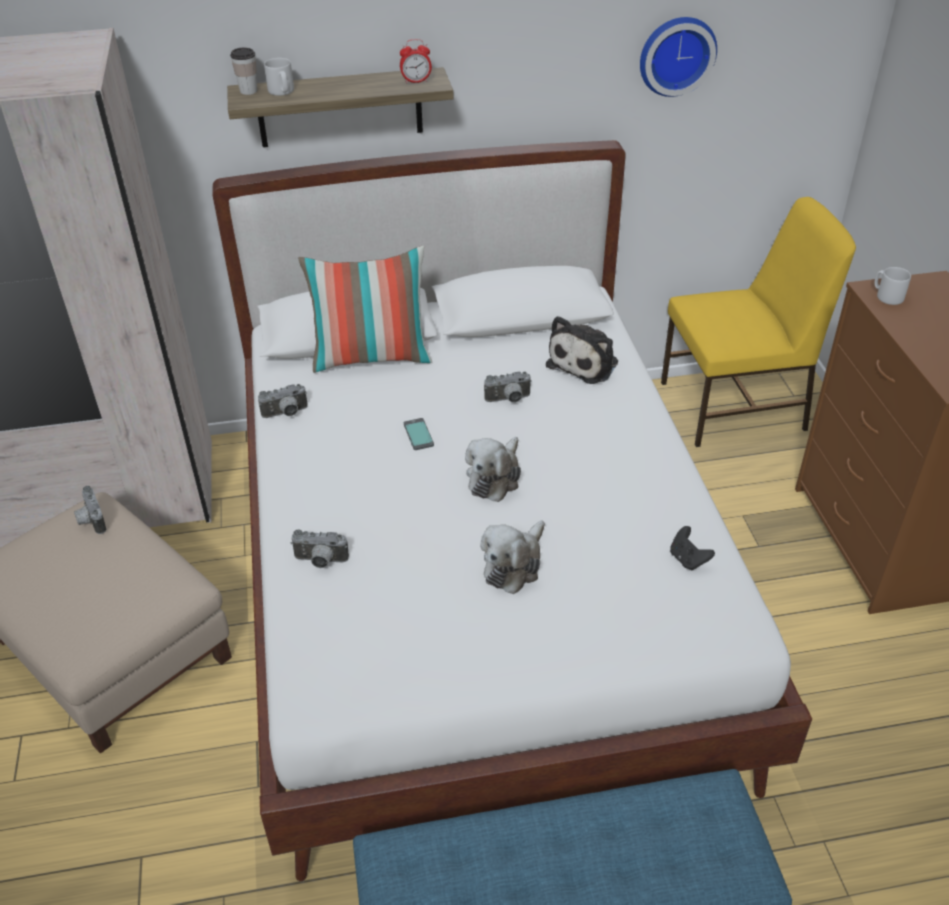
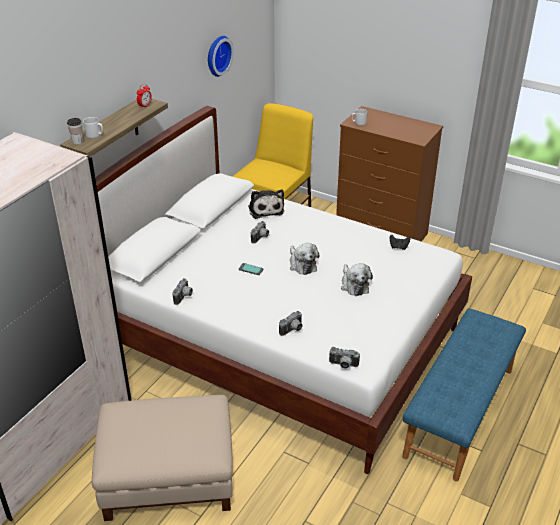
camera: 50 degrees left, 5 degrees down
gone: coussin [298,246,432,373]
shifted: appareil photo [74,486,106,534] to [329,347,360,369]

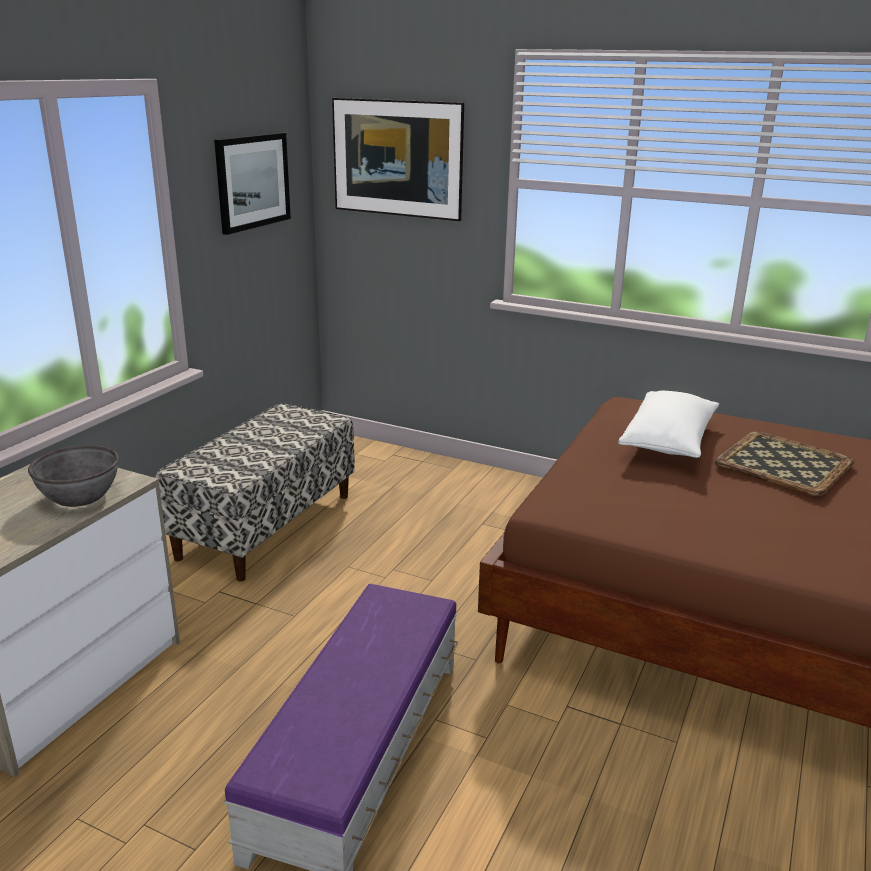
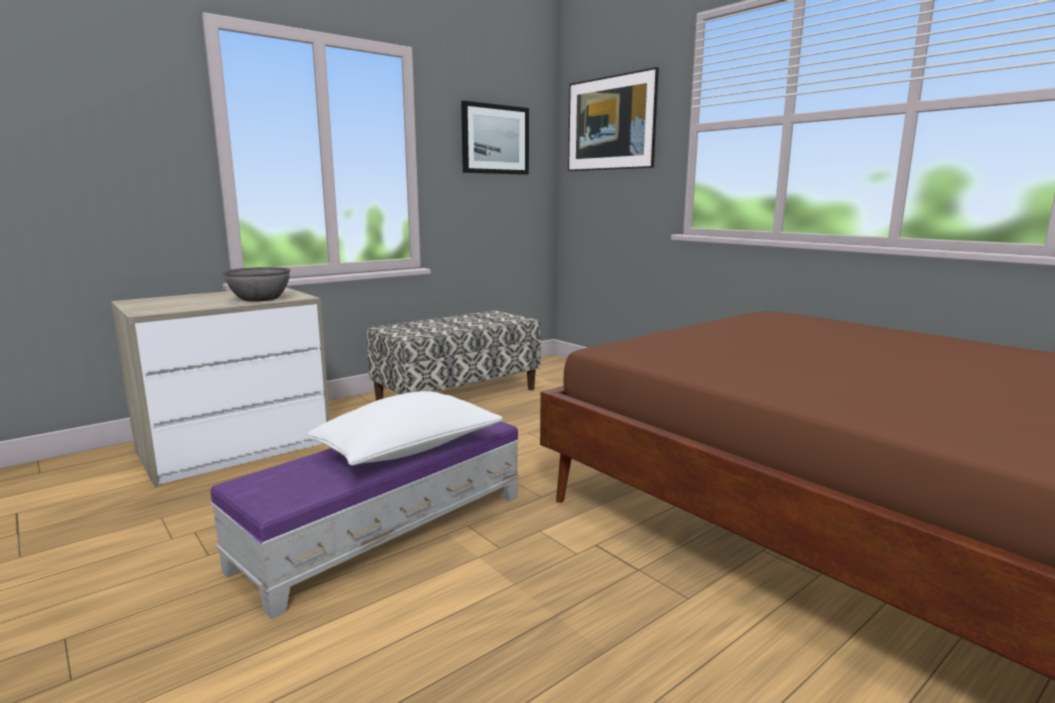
camera: 25 degrees right, 10 degrees down
gone: plateau [715,431,854,496]
shifted: coussin (blanc) [618,391,719,458] to [307,391,503,466]

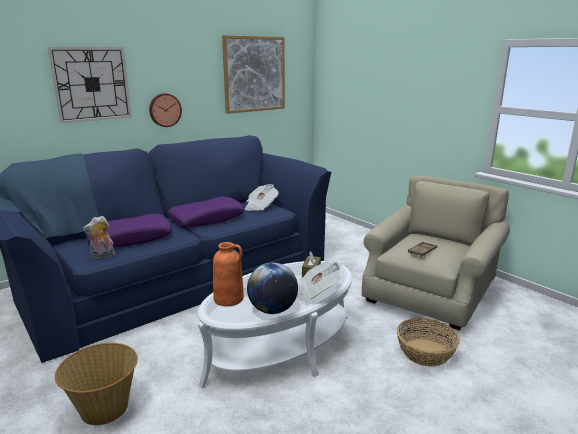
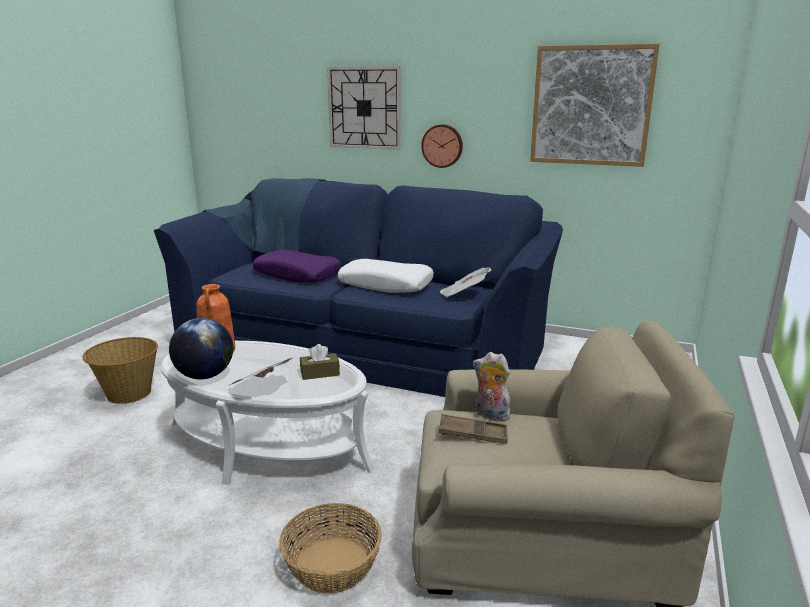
camera: 60 degrees right, 0 degrees up
shifted: peluche [83,216,115,259] to [473,352,511,422]
repainted: coussin (violet) [168,197,244,227] to coussin (blanc) [338,259,434,293]

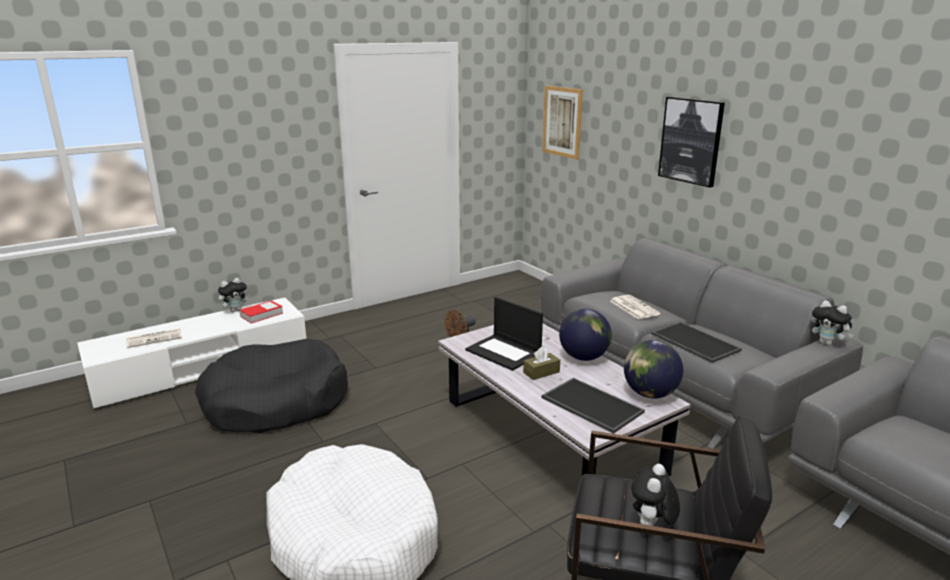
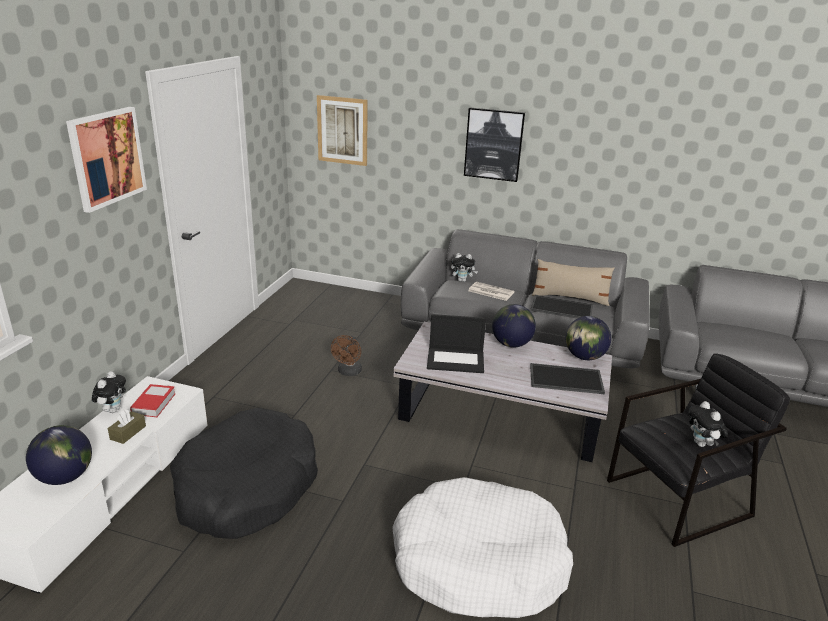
camera: 40 degrees left, 5 degrees up
new: tableau [66,107,147,213]; coussin (beige) [532,259,615,306]
shifted: boîte à mouchoirs (marron) [523,347,560,380] to [108,409,146,444]; peluche [811,300,854,345] to [451,253,478,282]
swapped: journal [126,328,182,348] to globe [26,425,92,485]

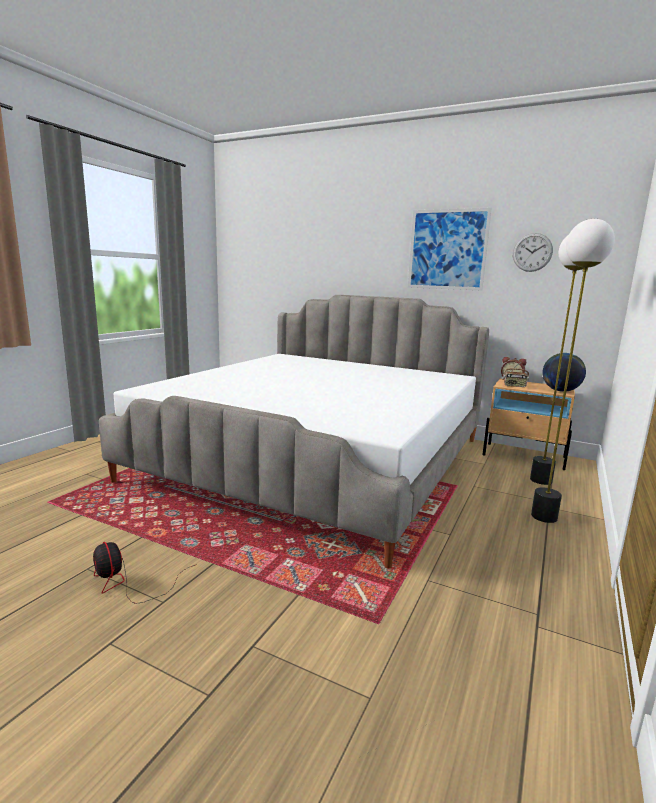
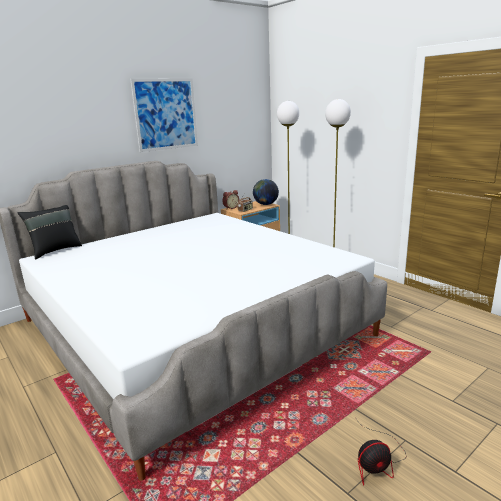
camera: 65 degrees left, 5 degrees up
gone: horloge murale [513,233,553,272]
new: coussin (noir) [17,205,82,259]

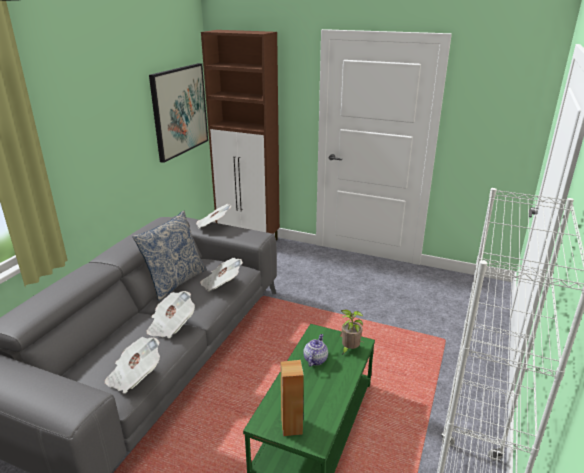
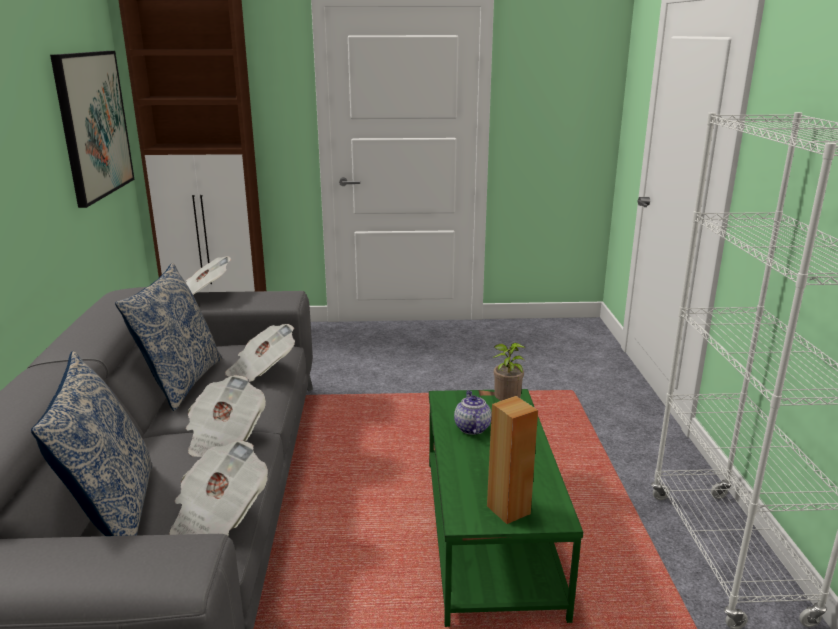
camera: 25 degrees left, 5 degrees down
new: coussin [31,351,152,536]

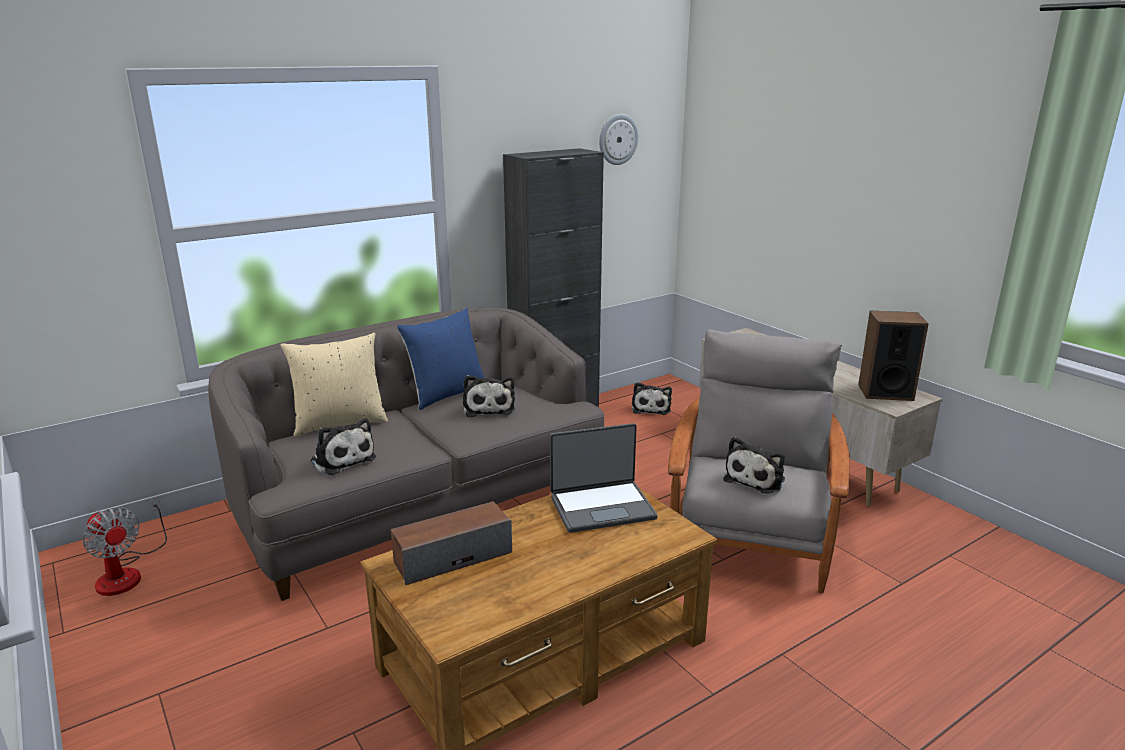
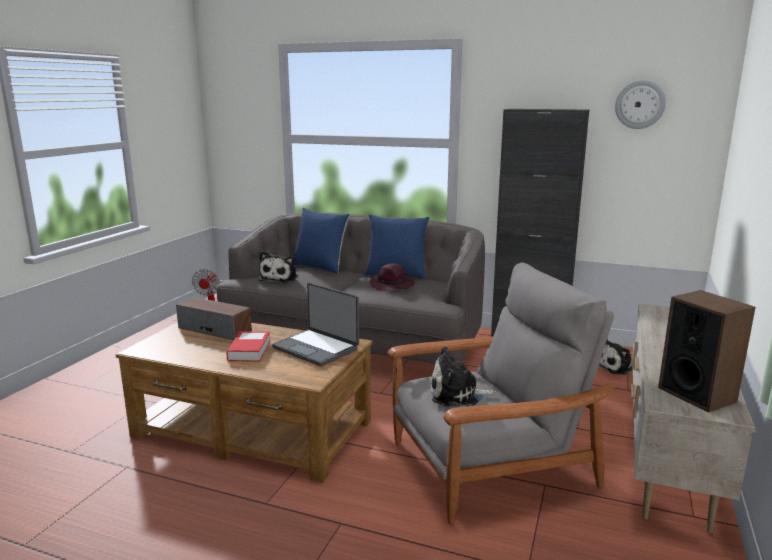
camera: 55 degrees right, 5 degrees down
new: livre [226,331,271,362]
swapped: peluche [463,375,515,417] to chapeau (violet) [370,263,415,291]
repainted: coussin (beige) [280,333,388,437] to coussin (bleu) [294,208,349,274]

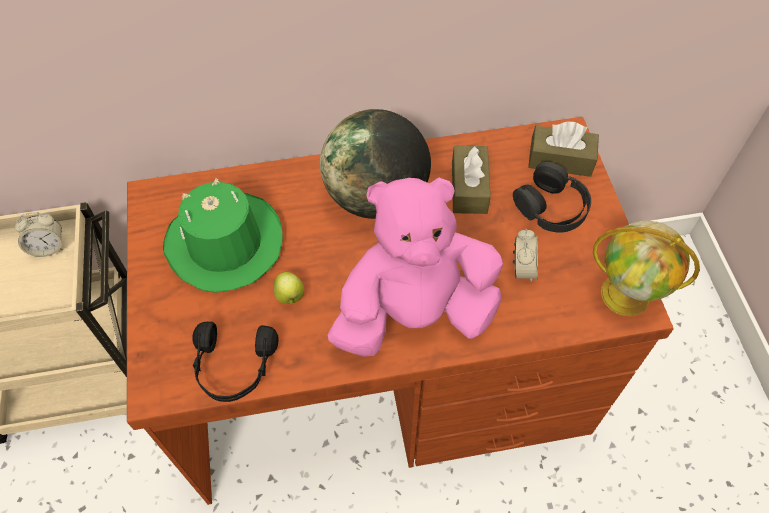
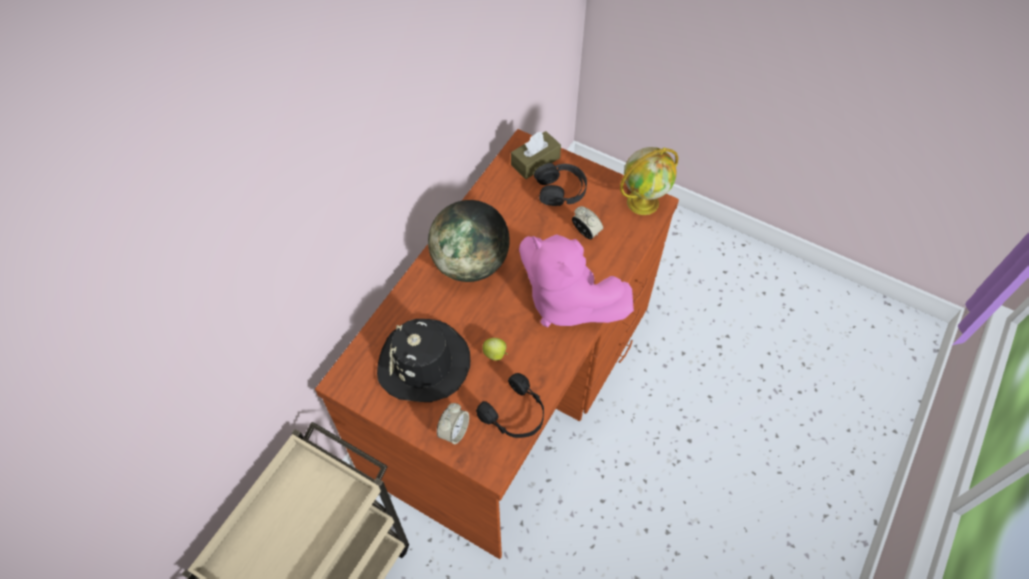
camera: 50 degrees left, 0 degrees up
gone: boîte à mouchoirs (marron) [452,146,491,214]
shifted: réveil [15,212,62,257] to [437,403,469,445]
repainted: chapeau (vert) [163,178,283,293] to chapeau (noir) [377,319,470,402]
rotated: peluche (rose) [328,177,503,357] = [519,234,634,327] 75 degrees counterclockwise

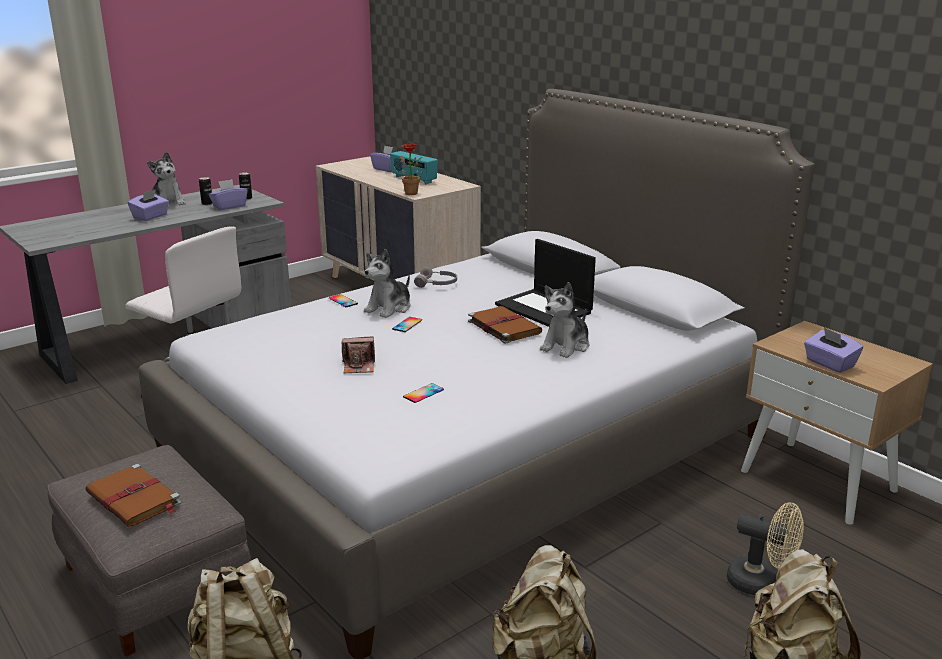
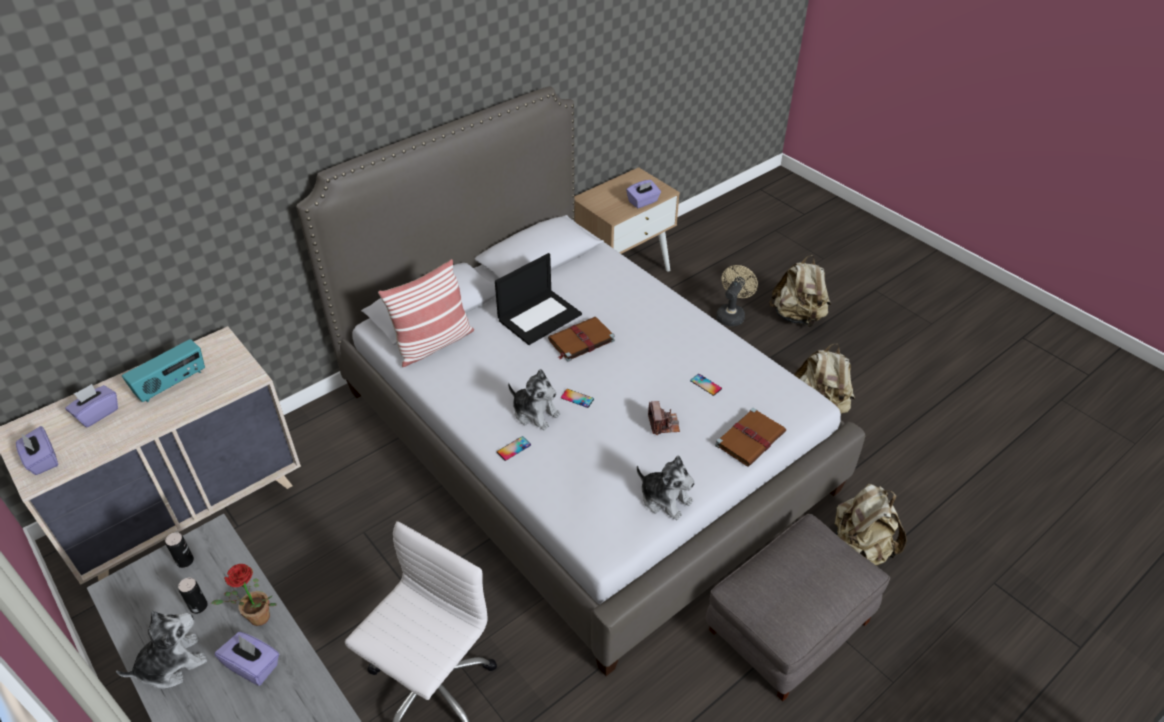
camera: 90 degrees left, 20 degrees up
gone: casque audio (gris) [414,267,457,288]
new: coussin [378,259,474,367]
shifted: livre (marron) [85,464,181,527] to [715,408,786,467]; boîte à mouchoirs (violet) [209,179,248,210] to [16,426,58,475]; plante en pot [400,143,422,195] to [211,564,277,626]; peluche [540,282,589,358] to [637,456,695,520]

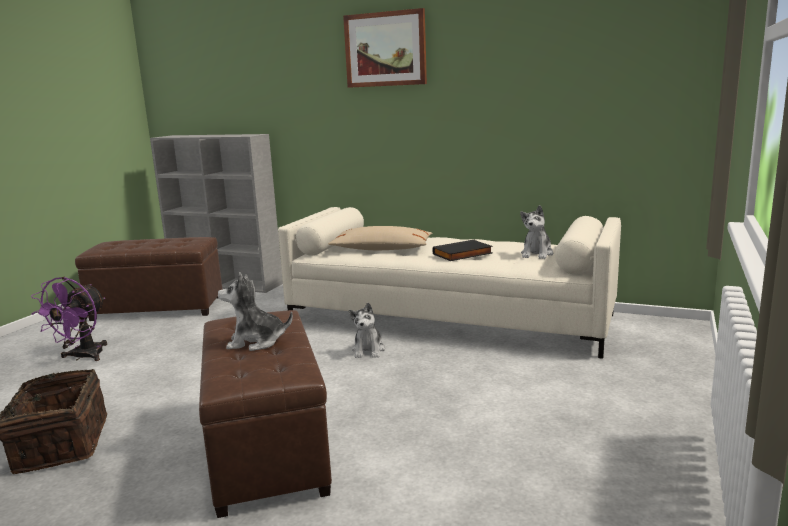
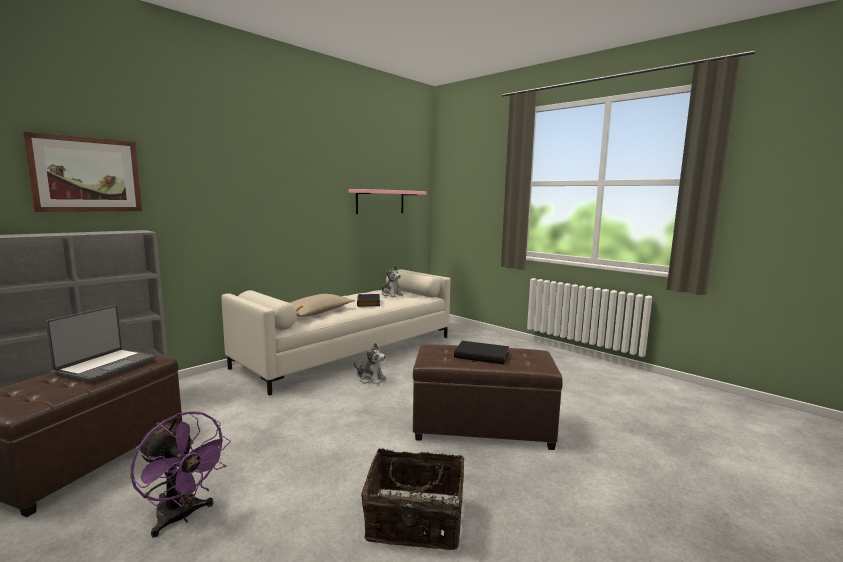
camera: 70 degrees left, 5 degrees down
new: ordinateur portable [46,305,155,383]; étagère (rose) [348,189,426,214]
shifted: tableau [343,8,427,88] to [23,132,142,212]
swapped: peluche [218,272,293,351] to livre (noir) [454,341,509,364]

